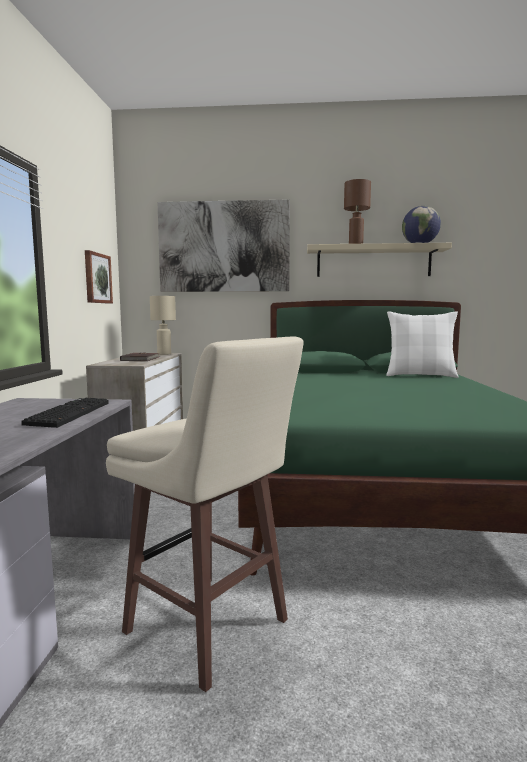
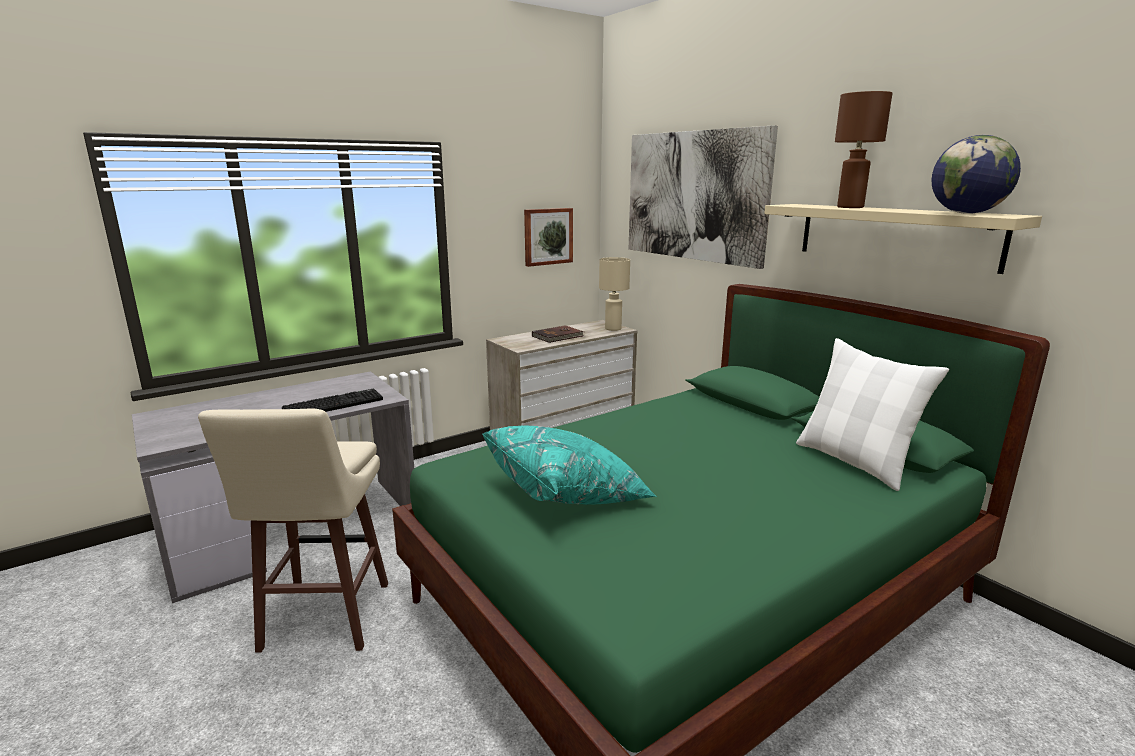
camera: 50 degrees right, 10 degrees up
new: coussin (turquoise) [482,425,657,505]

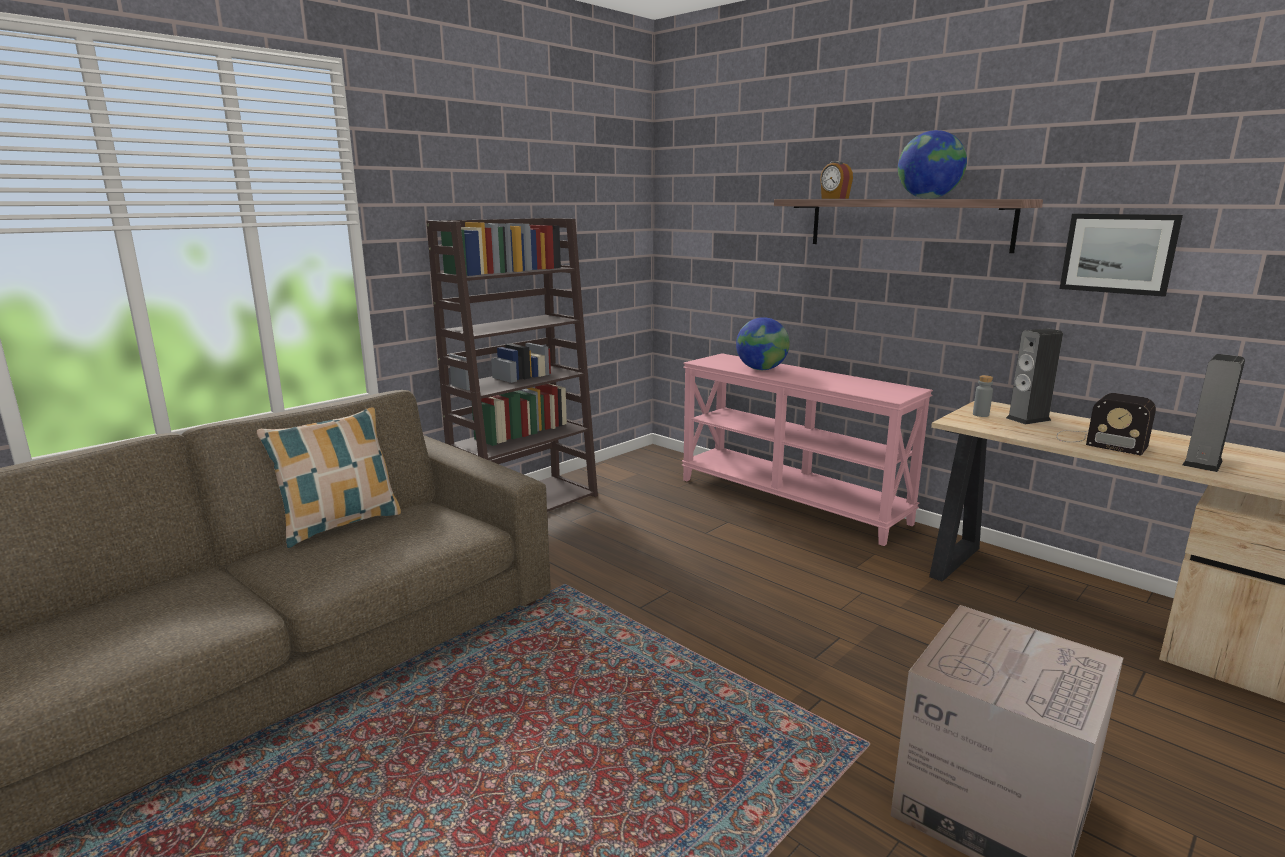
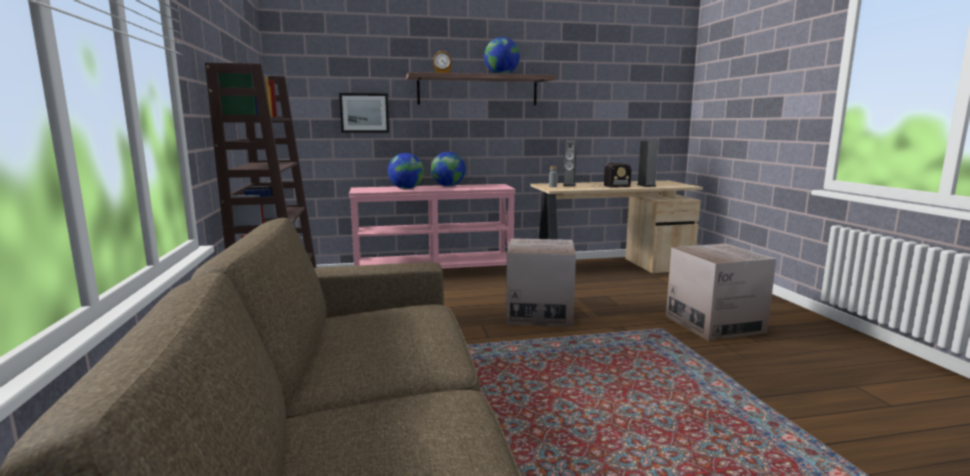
camera: 55 degrees left, 5 degrees down
gone: coussin [257,407,401,548]
new: globe [431,152,466,187]; carton [506,238,576,327]
shifted: tableau [1060,214,1183,297] to [339,93,389,133]

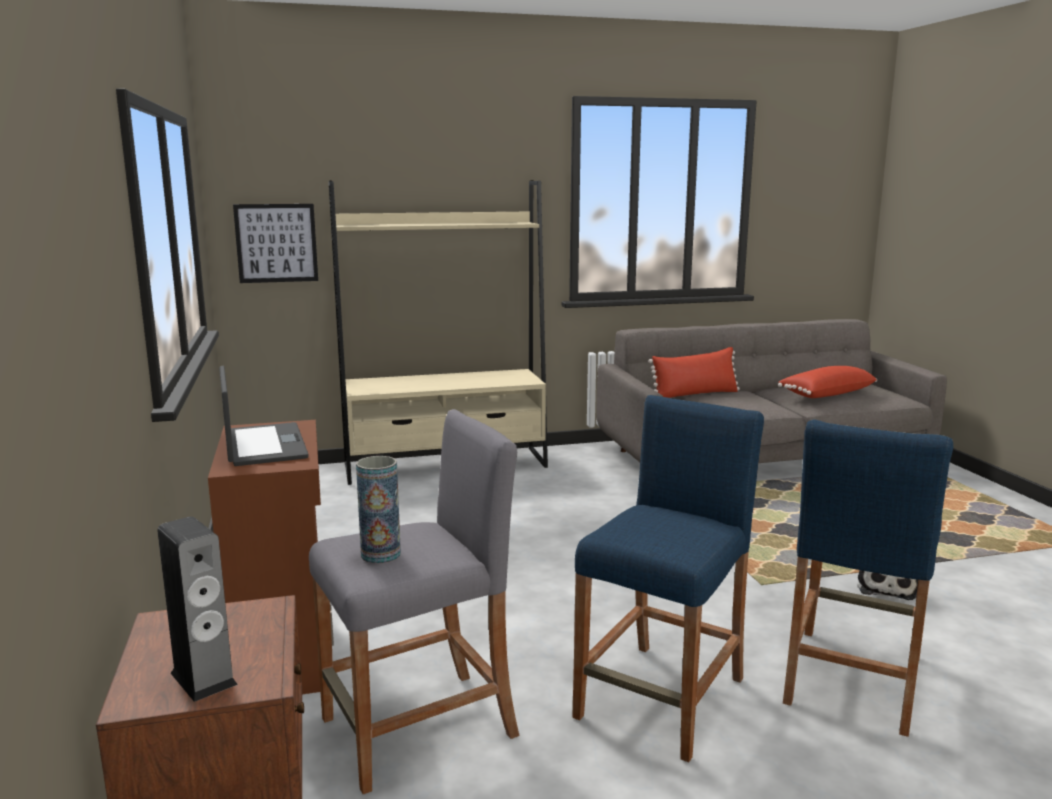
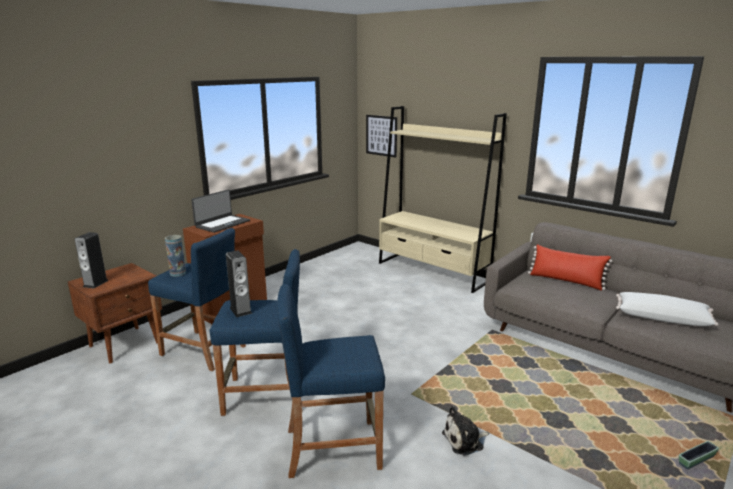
camera: 55 degrees right, 5 degrees up
new: enceinte [226,250,252,317]; cache-pot [679,441,719,469]
repainted: tabouret (gris) [309,409,520,794] to tabouret (bleu) [148,228,246,371]; coussin (rouge) [778,366,877,398] to coussin (blanc) [616,292,719,326]

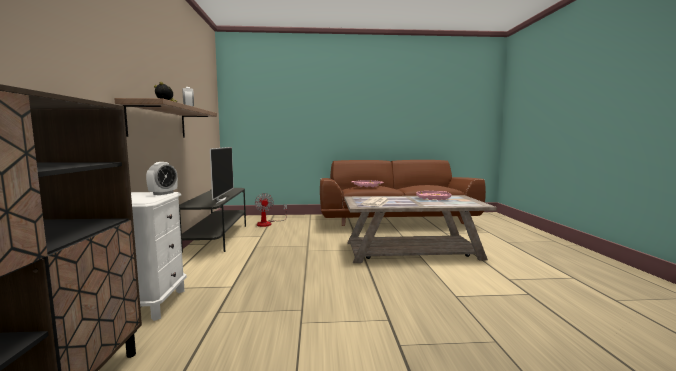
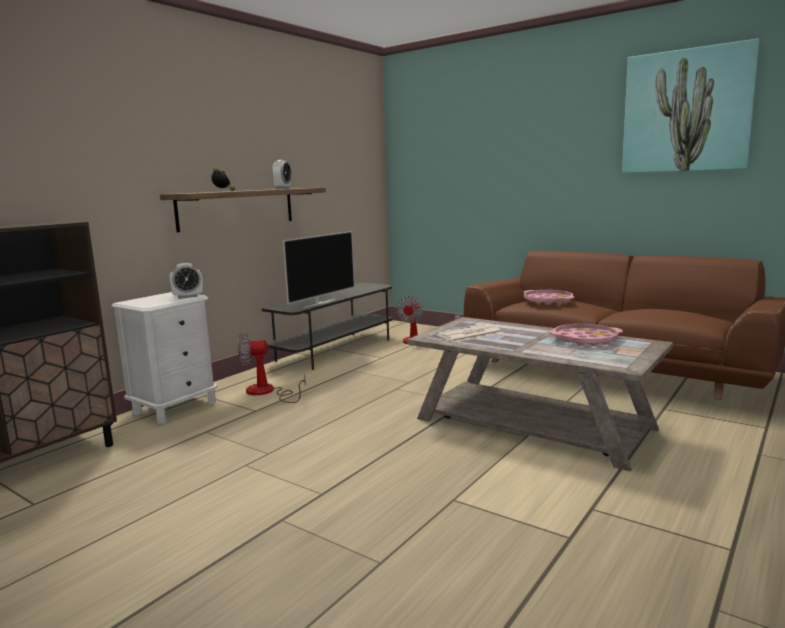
camera: 40 degrees right, 5 degrees up
new: ventilateur [238,332,306,403]; tableau [622,38,760,173]

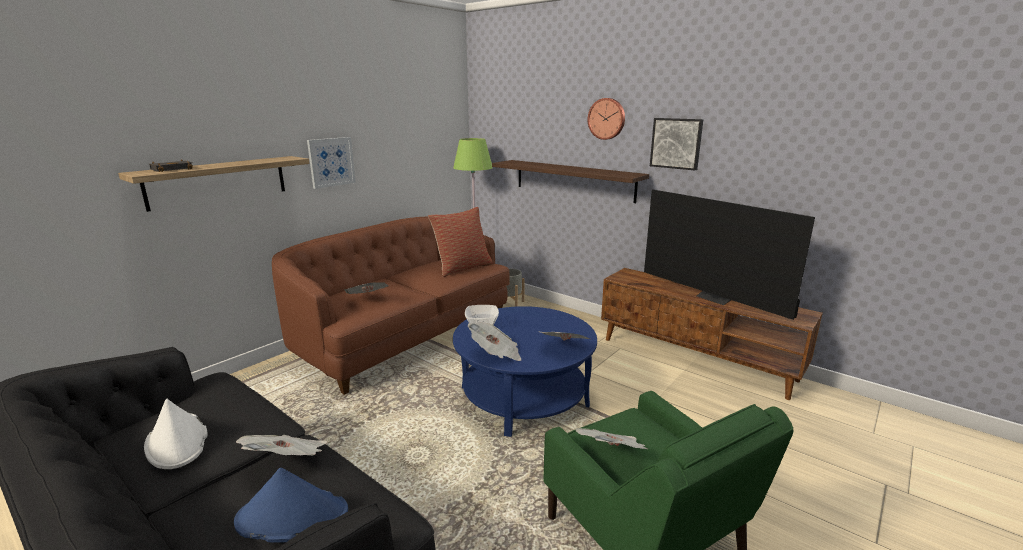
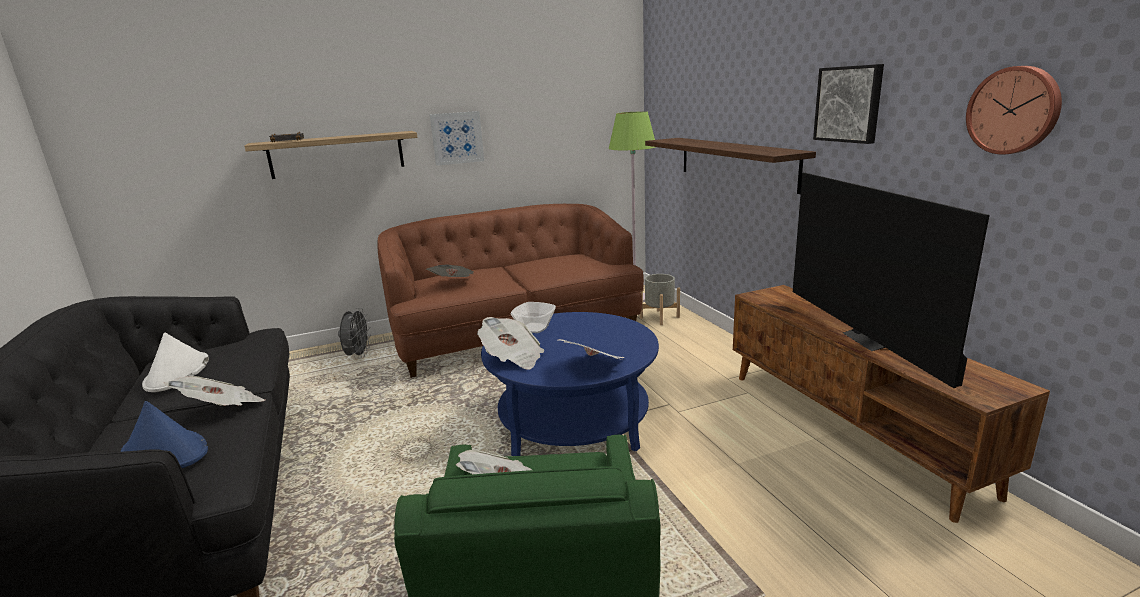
camera: 30 degrees right, 0 degrees up
gone: coussin [428,207,493,277]
new: ventilateur (gris) [338,308,371,359]
shifted: horloge murale [587,98,625,140] to [966,66,1062,155]

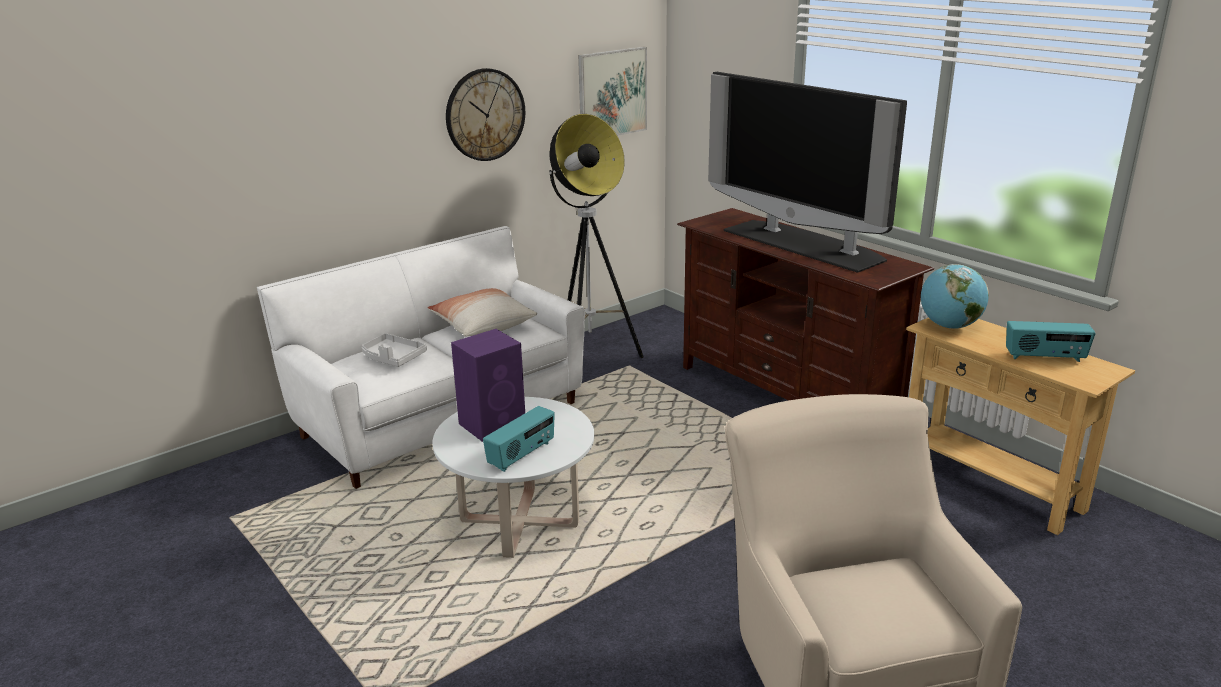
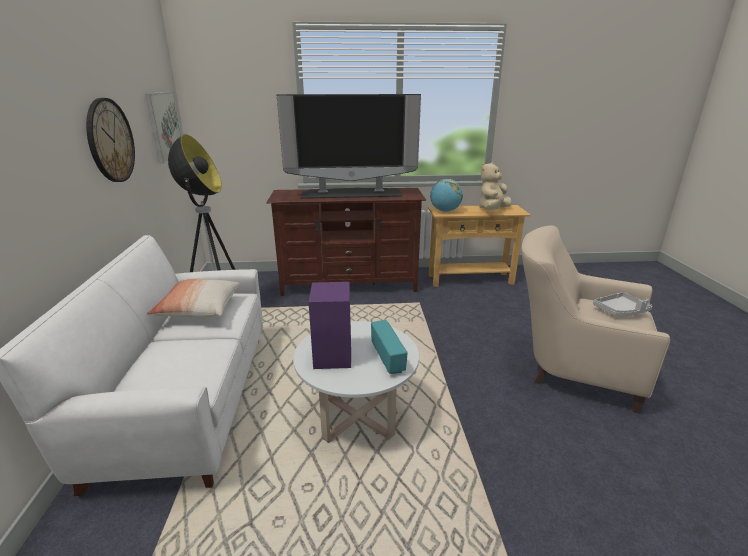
camera: 55 degrees left, 0 degrees up
shifted: plateau (gris) [362,333,427,367] to [593,292,652,316]
swapped: radio [1006,321,1096,362] to peluche (beige) [479,162,512,210]

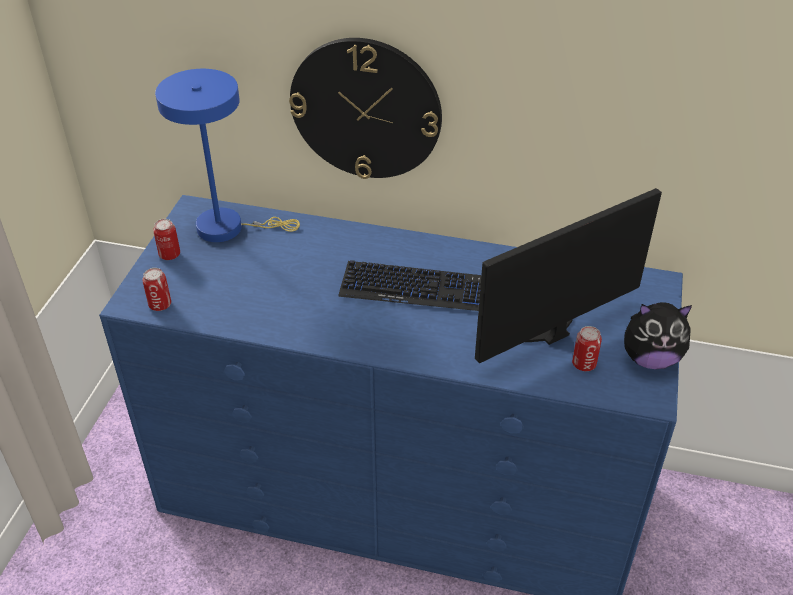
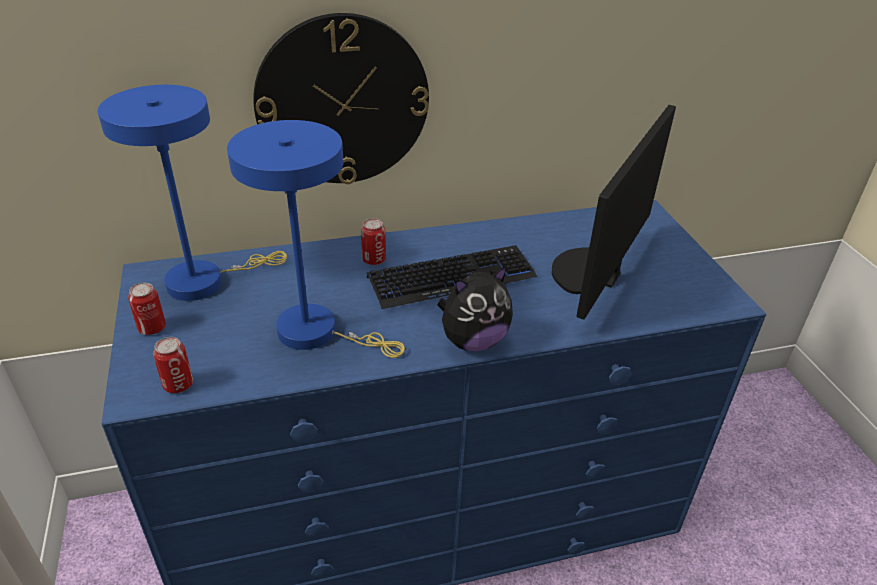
camera: 30 degrees left, 5 degrees down
new: lampe de table (bleu) [227,120,405,358]
shifted: boîte métallique [572,326,602,371] to [361,218,386,265]; peluche [624,302,692,369] to [438,265,513,351]

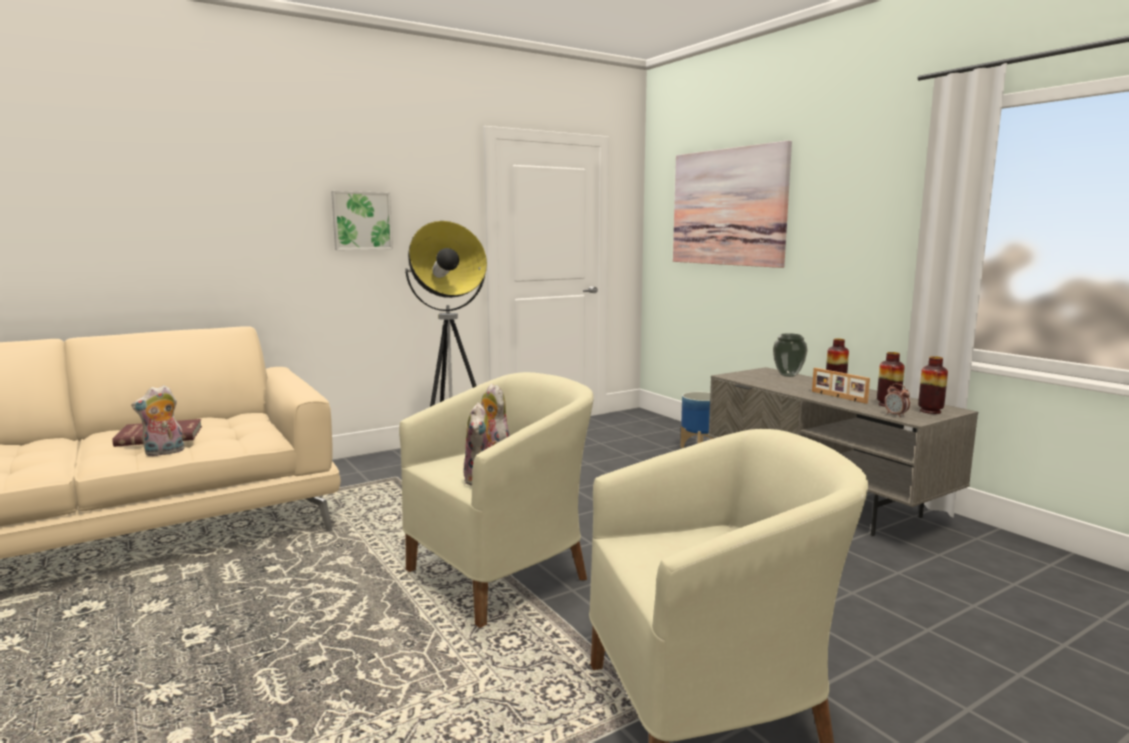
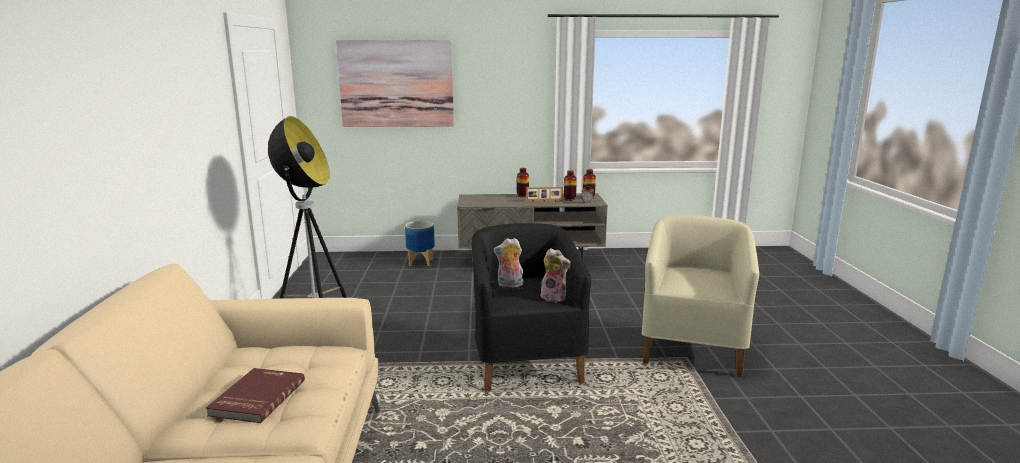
camera: 60 degrees left, 5 degrees up
gone: peluche [131,385,185,457]; tableau [331,191,393,250]; vase [773,333,808,377]
repainted: fauteuil (beige) [399,372,594,628] to fauteuil (noir) [472,223,591,392]

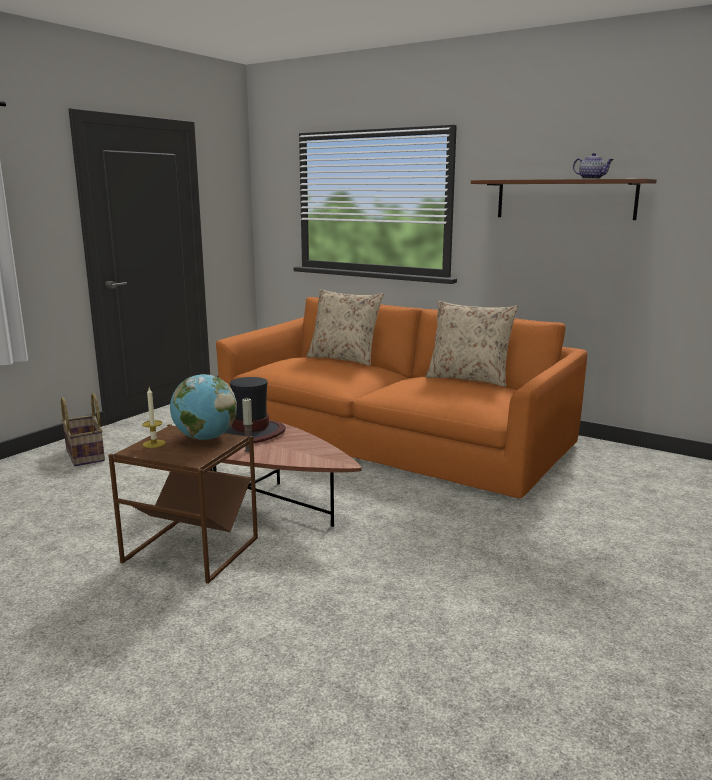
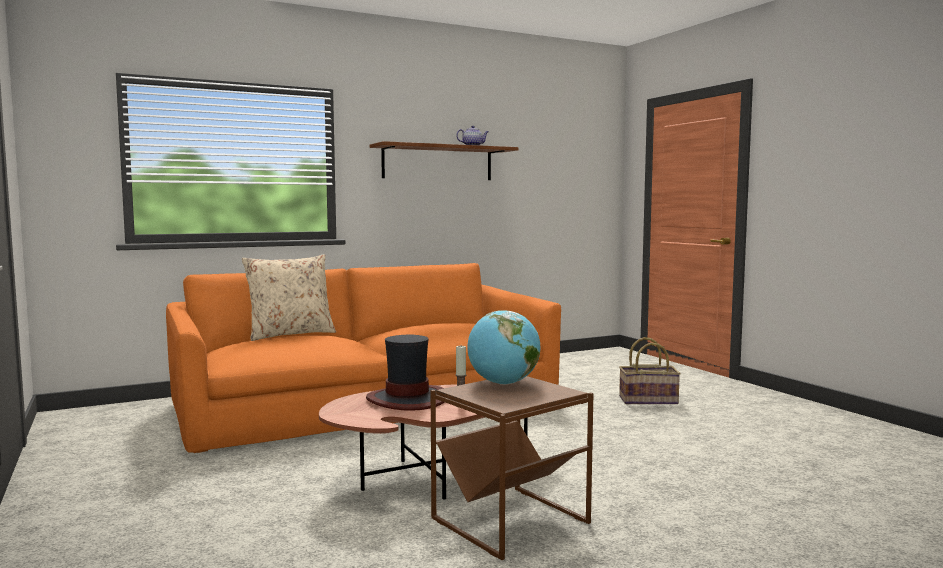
camera: 60 degrees left, 10 degrees down
gone: bougie [143,388,166,448]; coussin (beige) [426,301,518,387]
shifted: panier [61,393,105,466] to [619,337,681,404]

